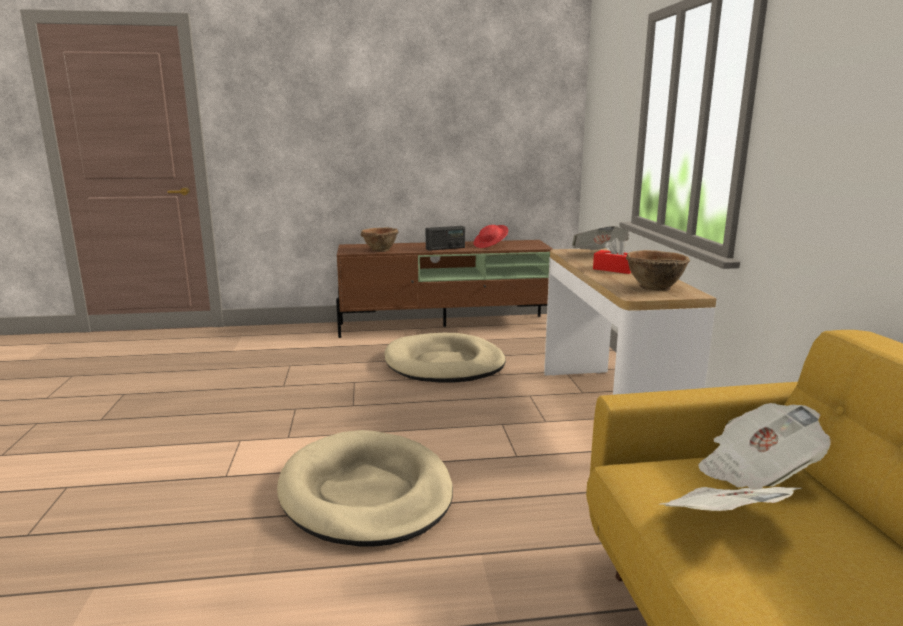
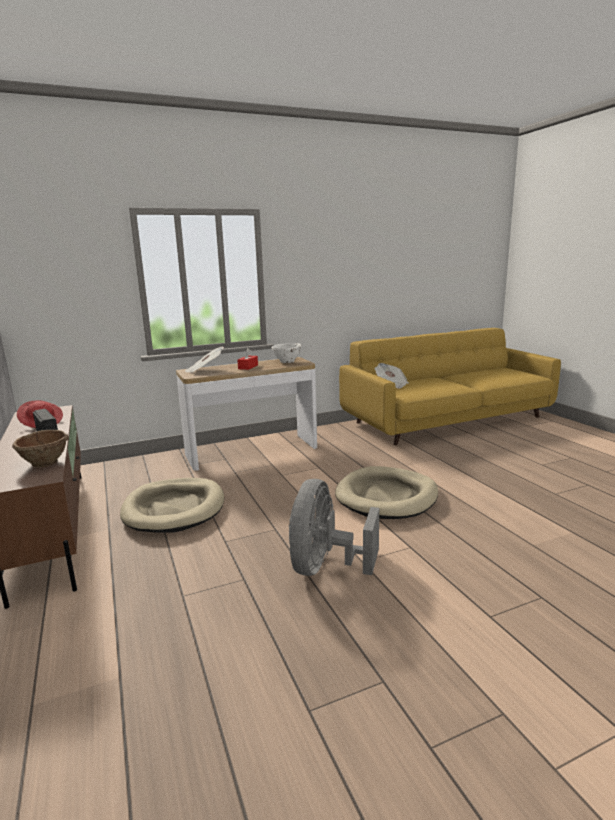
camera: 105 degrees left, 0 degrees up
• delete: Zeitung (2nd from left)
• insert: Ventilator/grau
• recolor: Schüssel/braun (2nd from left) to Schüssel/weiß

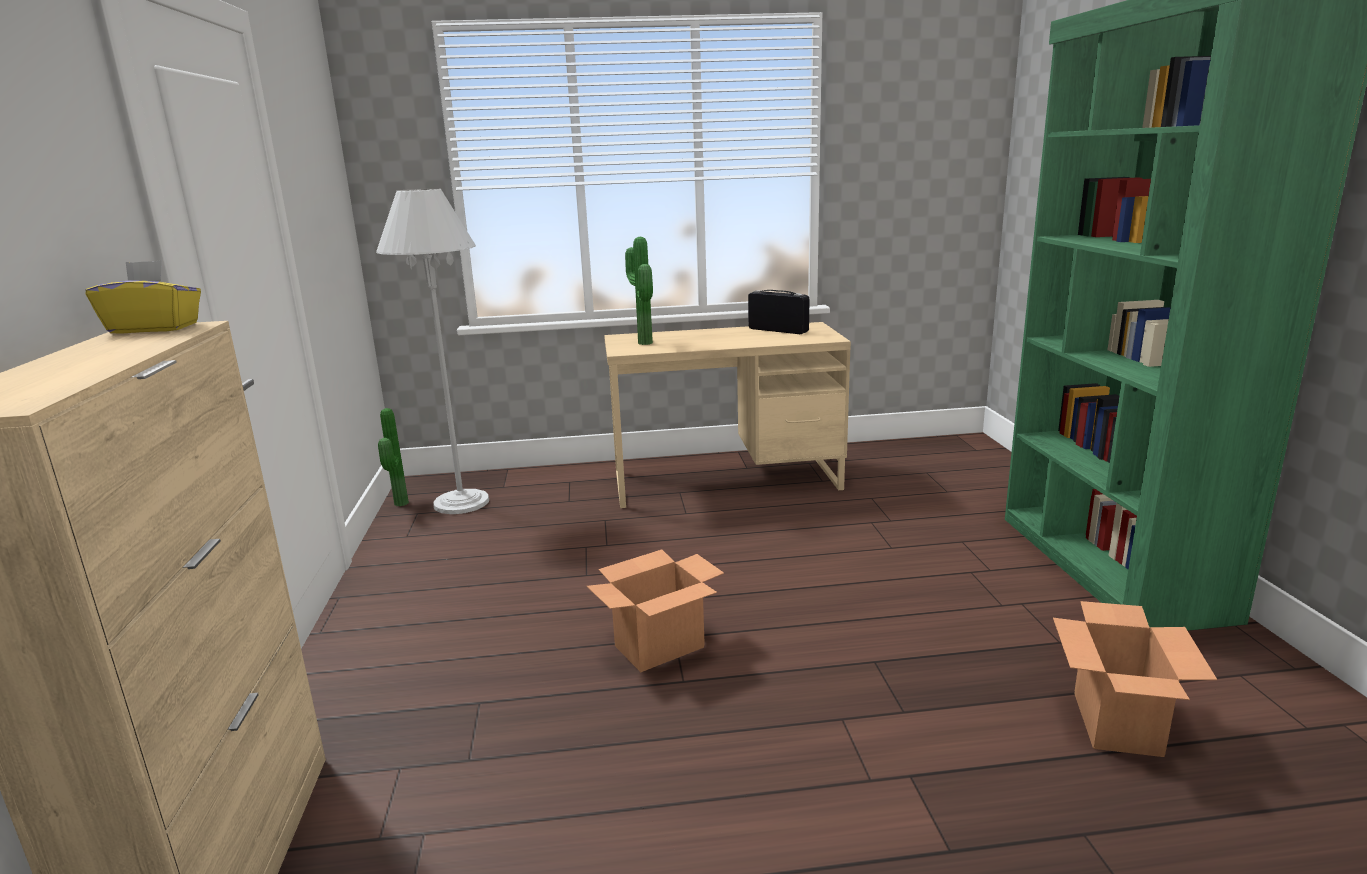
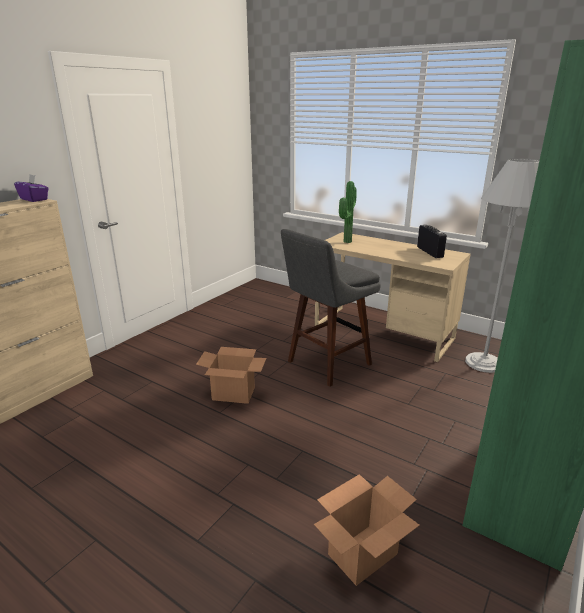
camera: 40 degrees right, 5 degrees up
• delete: Topfpflanze (1st from left)
• insert: Hocker/grau
• move: Stehlampe/weiß
• recolor: Taschentuchbox/gelb to Taschentuchbox/lila

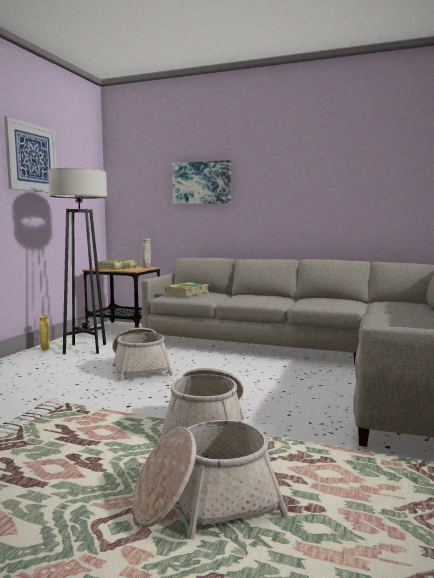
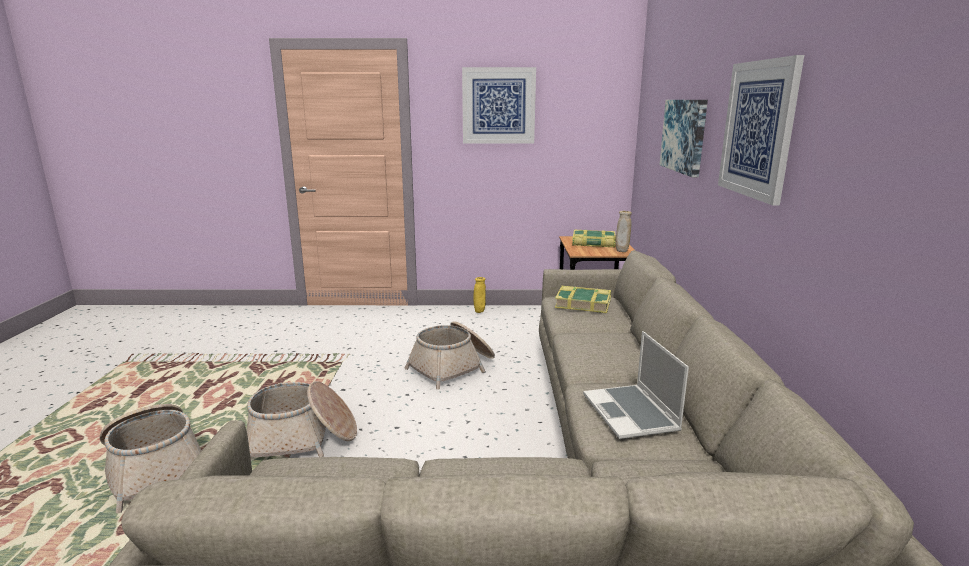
camera: 70 degrees right, 10 degrees up
• delete: Stehlampe/grau
• insert: Laptop
• insert: Bild (3rd from left)

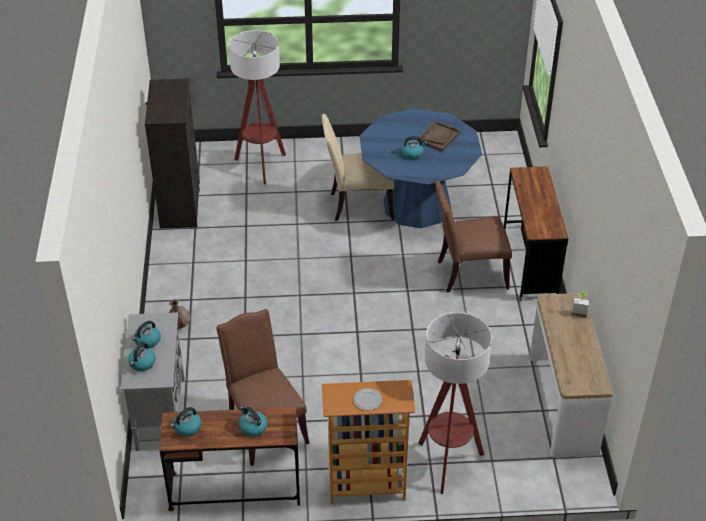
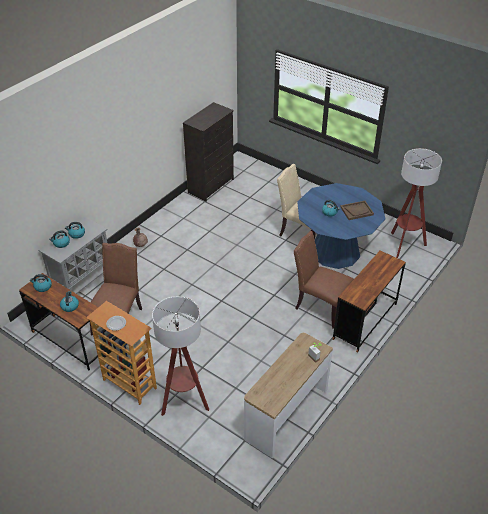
camera: 40 degrees right, 0 degrees up
• move: Stehlampe (1st from left in the first image) to Stehlampe (2nd from left)

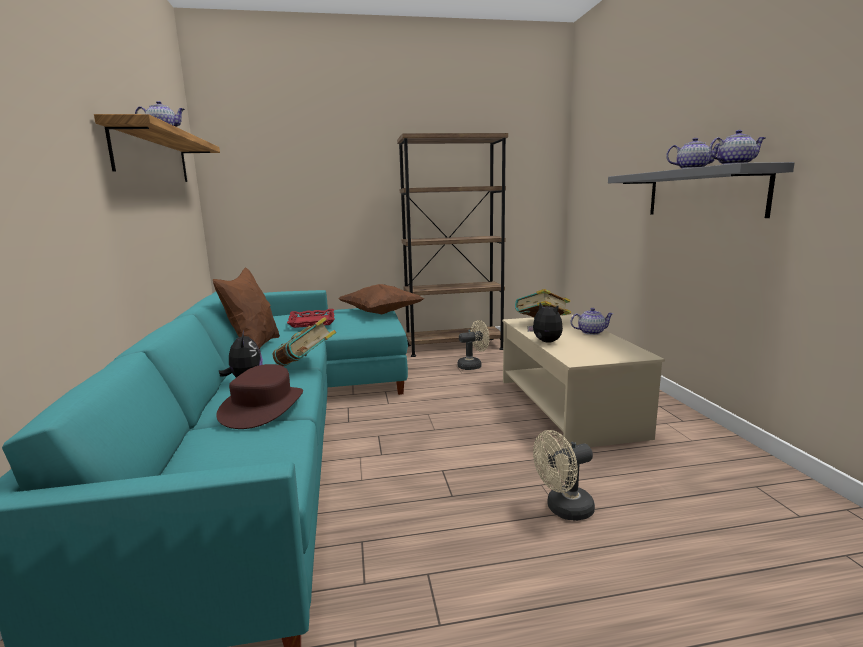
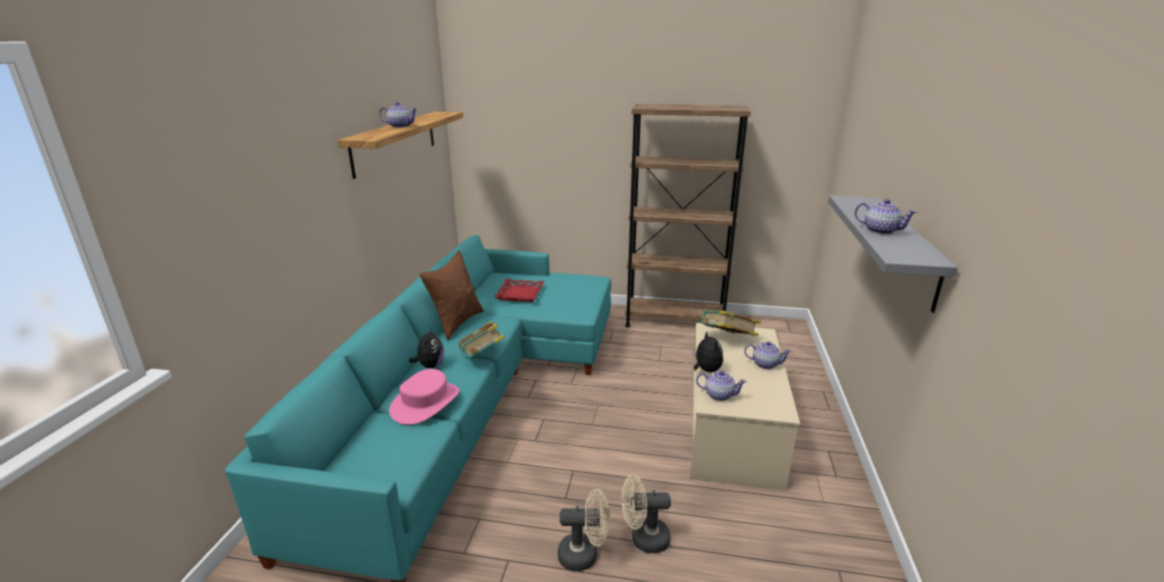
camera: 20 degrees right, 10 degrees up
• delete: Kissen/braun (2nd from left)
• move: Ventilator/beige (1st from left)
• move: Teekanne (4th from left in the first image) to Teekanne (2nd from left)
• recolor: Hut/braun to Hut/rosa

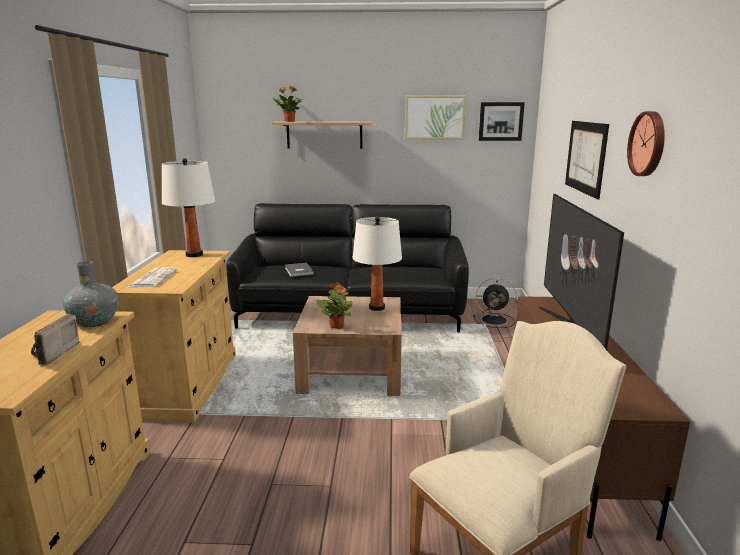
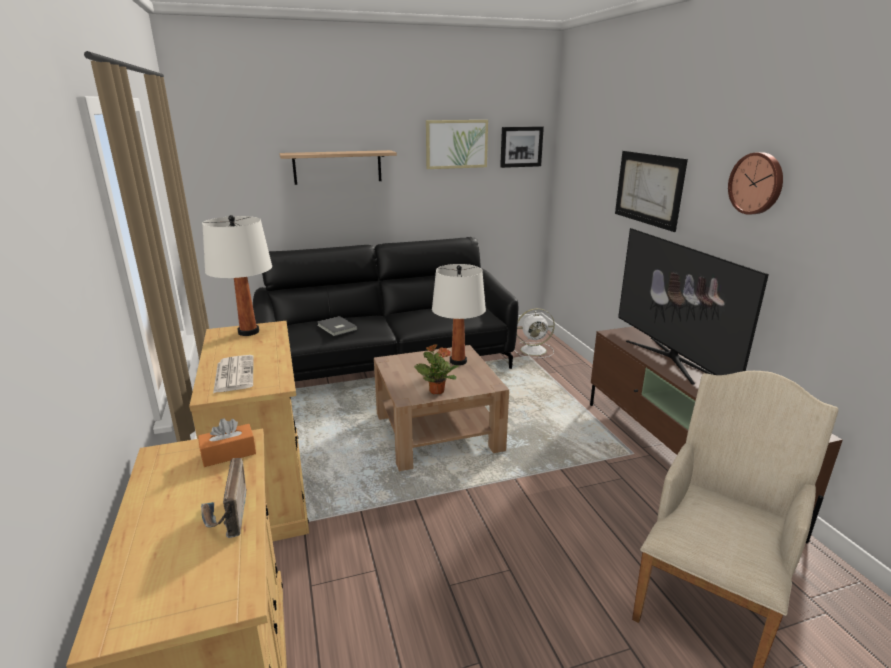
camera: 20 degrees left, 5 degrees up
• delete: Topfpflanze (1st from left)
• replace: Vase/grau to Taschentuchbox/orange
• recolor: Ventilator/schwarz to Ventilator/weiß

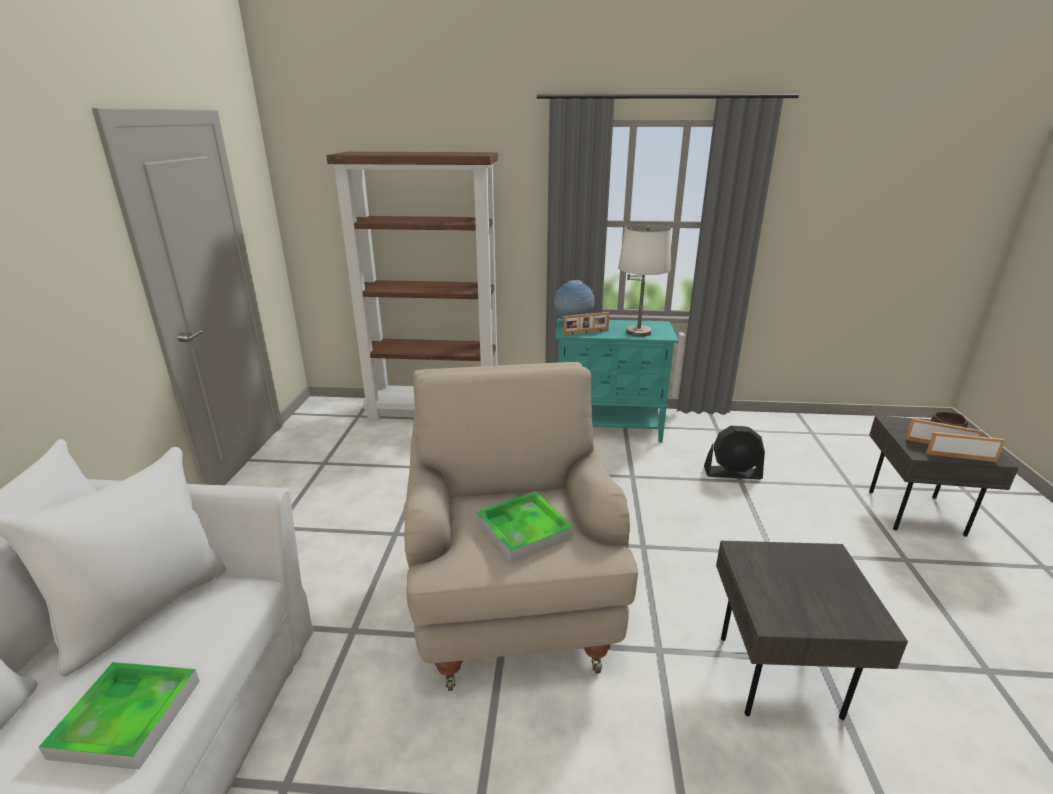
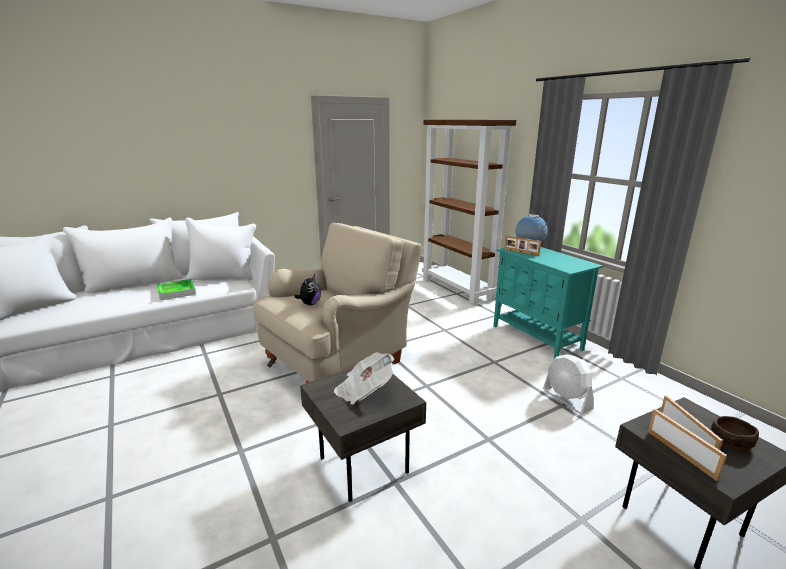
camera: 55 degrees right, 5 degrees down
• delete: Tischlampe/weiß
• insert: Zeitung
• replace: Tablett (2nd from left) to Plüschtier
• recolor: Ventilator/schwarz to Ventilator/weiß

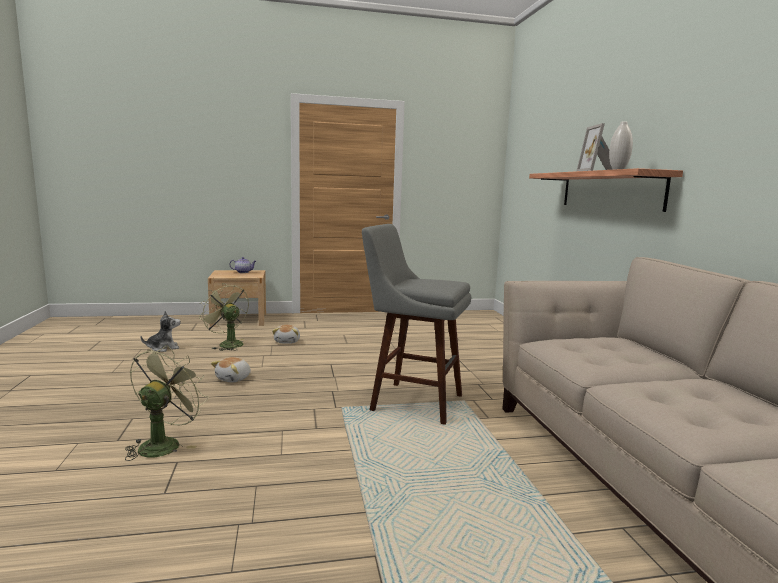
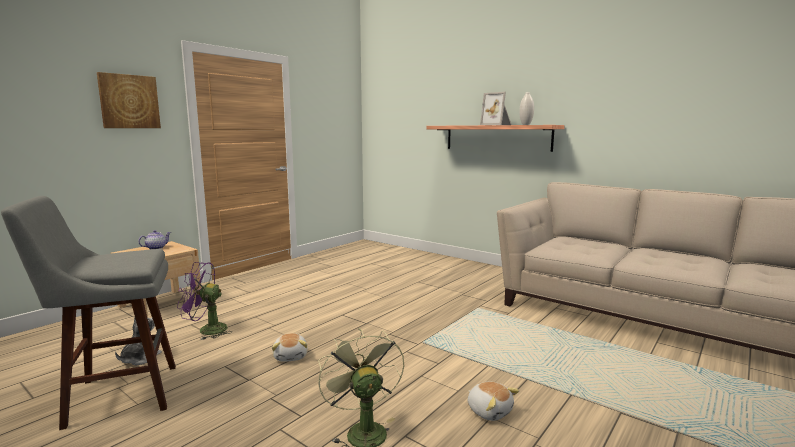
camera: 40 degrees left, 0 degrees up
• insert: Bild
• move: Plüschtier (3rd from left)
• move: Hocker/grau
• recolor: Ventilator/grün (2nd from left) to Ventilator/lila

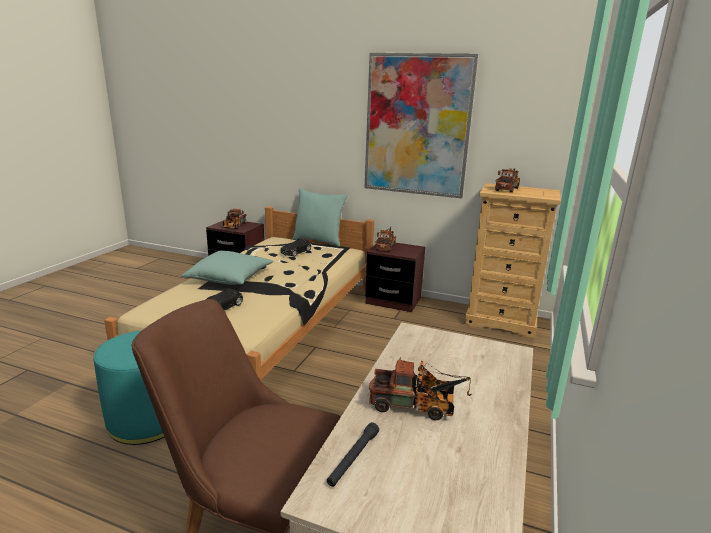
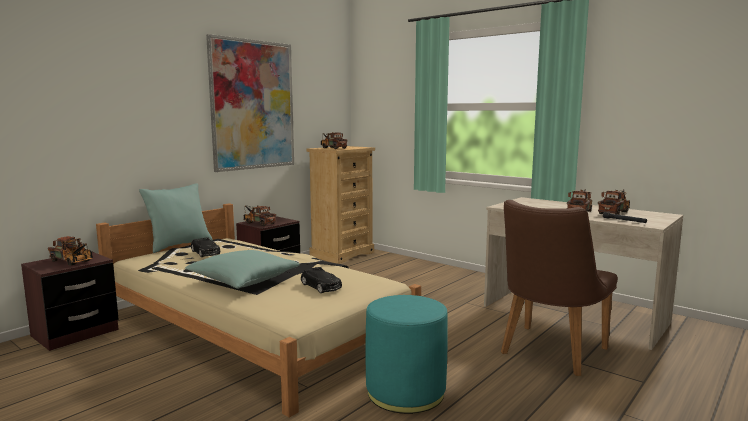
camera: 70 degrees left, 10 degrees down
• insert: Spielzeuglaster (5th from left)

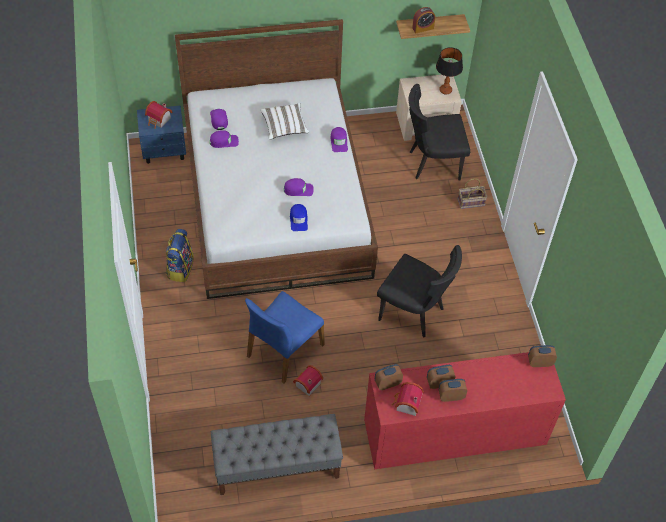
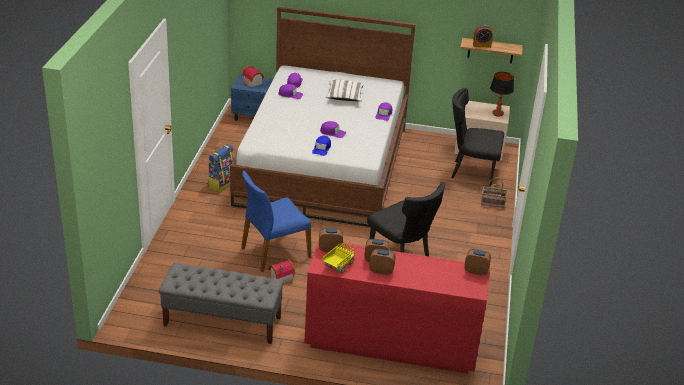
camera: 20 degrees right, 20 degrees down
• replace: Spielzeughaus (3rd from left) to Spielzeuglaster

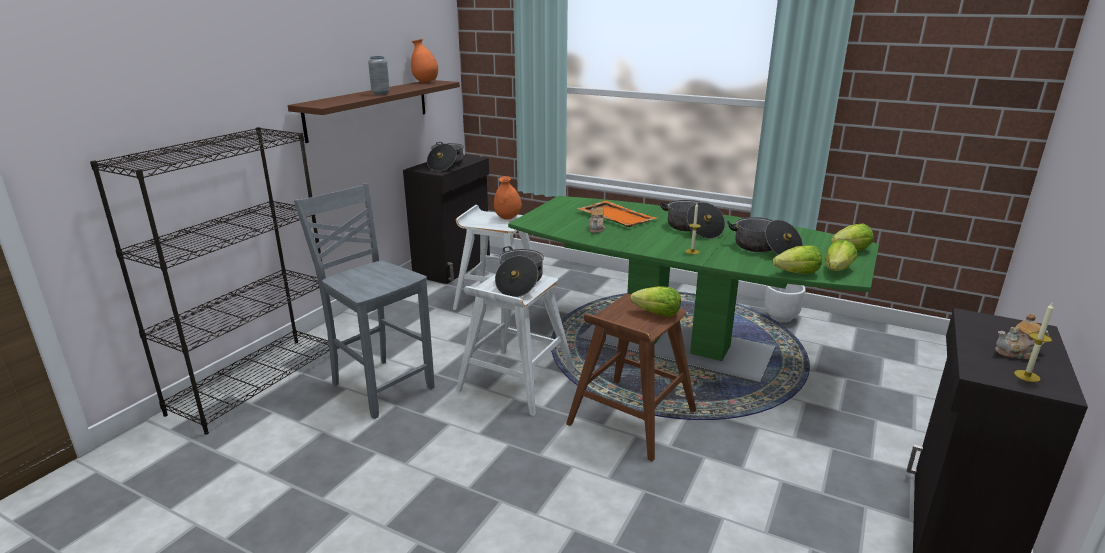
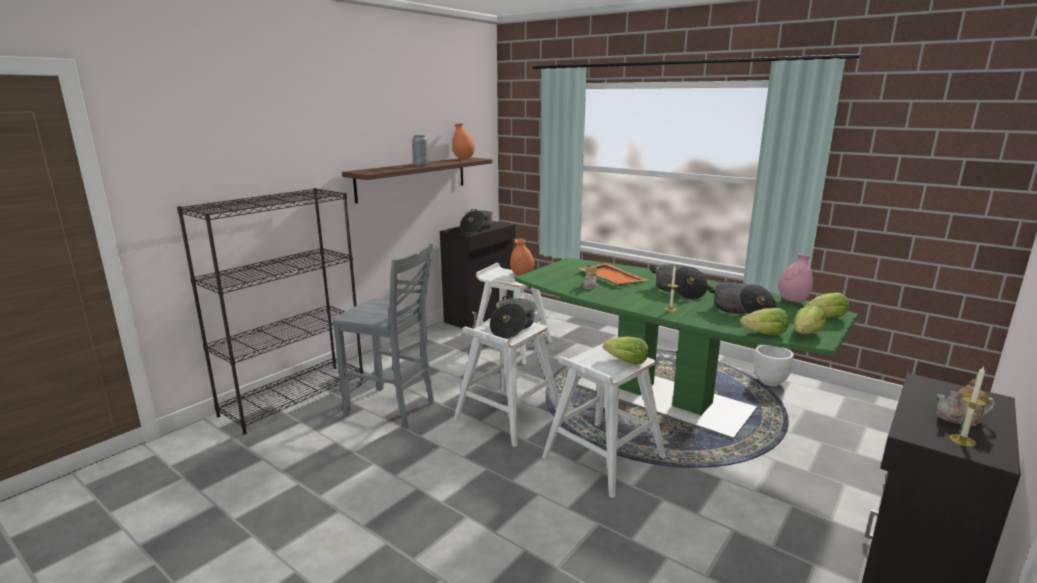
camera: 10 degrees right, 5 degrees down
• insert: Vase/rosa
• recolor: Hocker/braun to Hocker/weiß (3rd from left)
• rotate: Stuhl/grau 150 degrees clockwise

